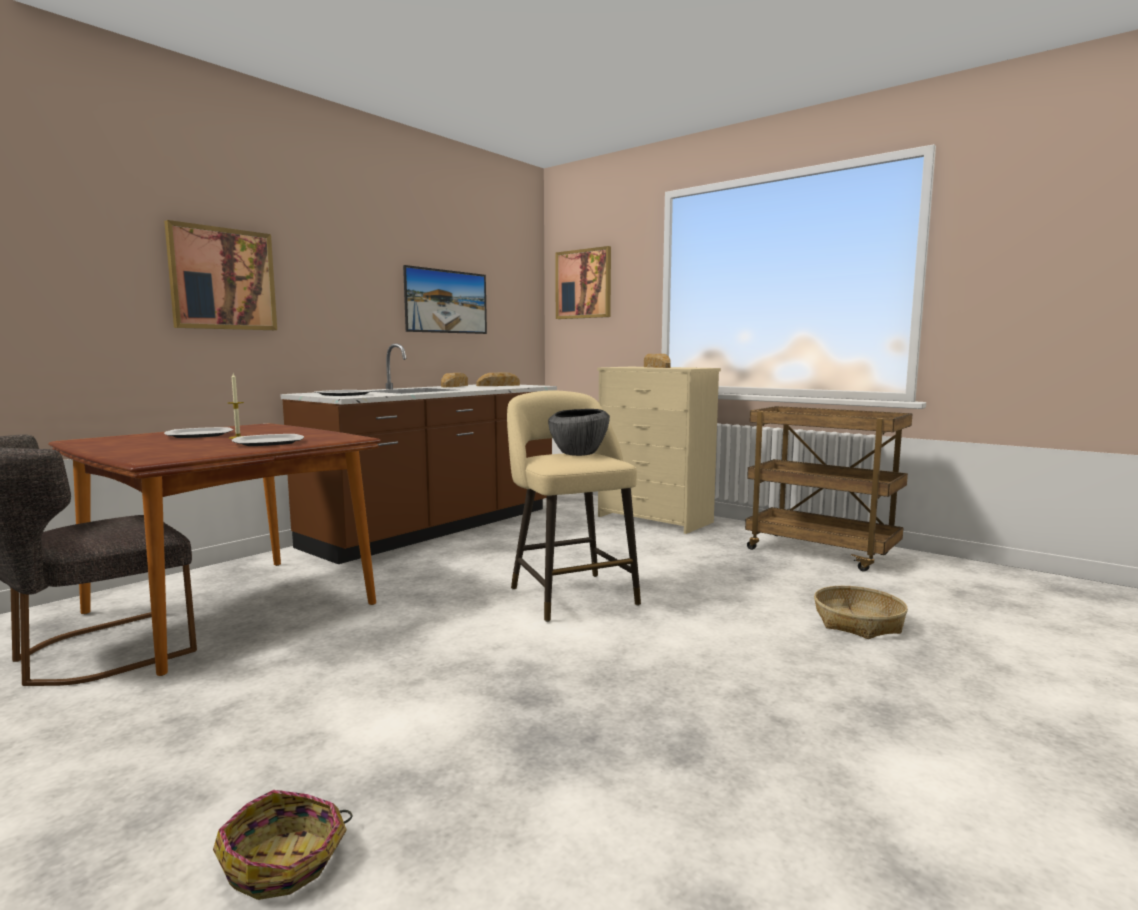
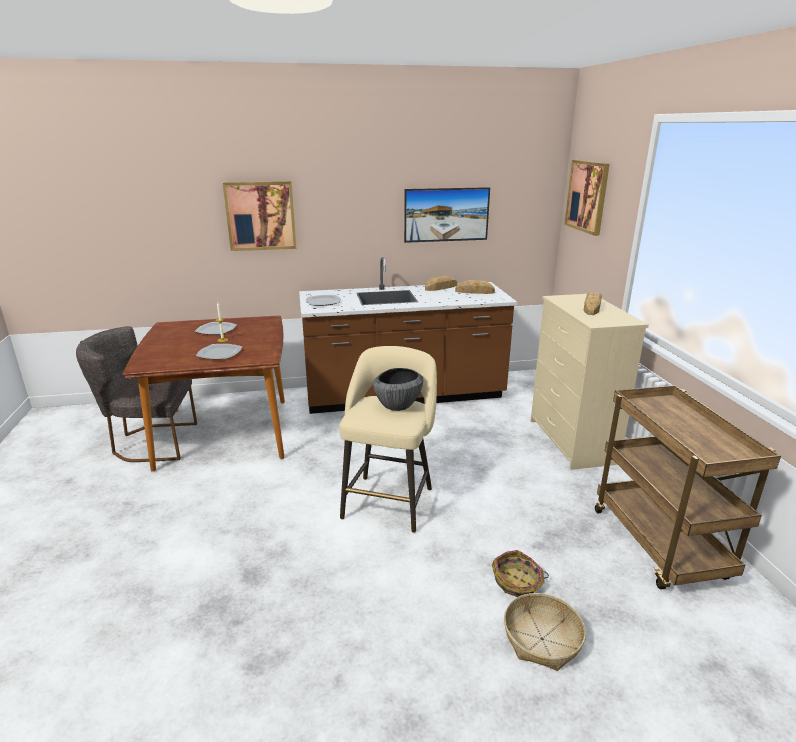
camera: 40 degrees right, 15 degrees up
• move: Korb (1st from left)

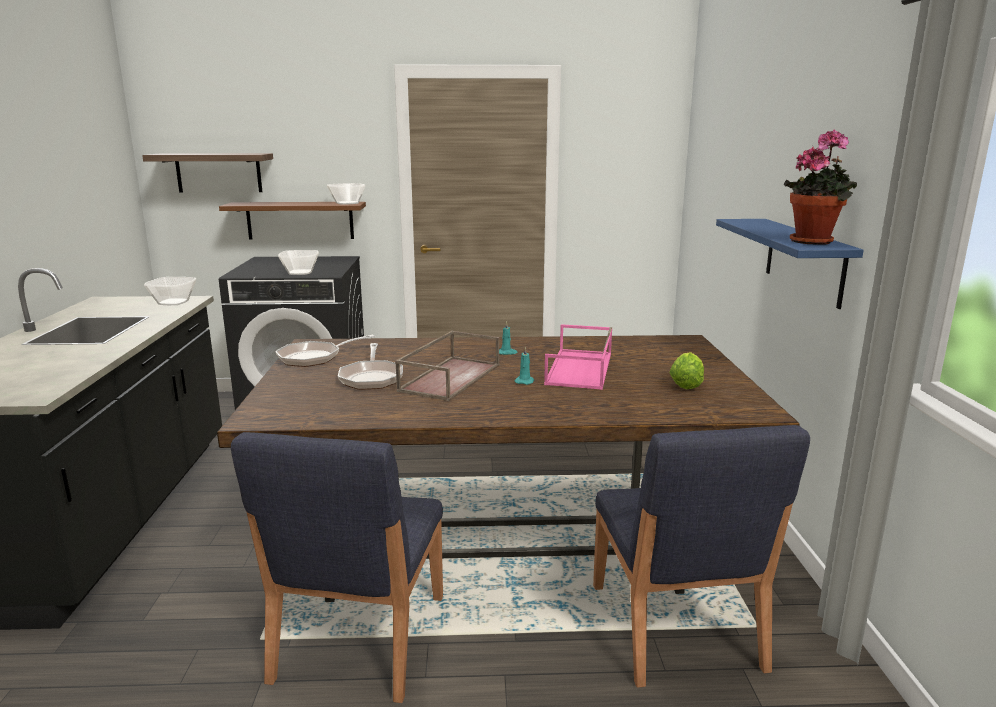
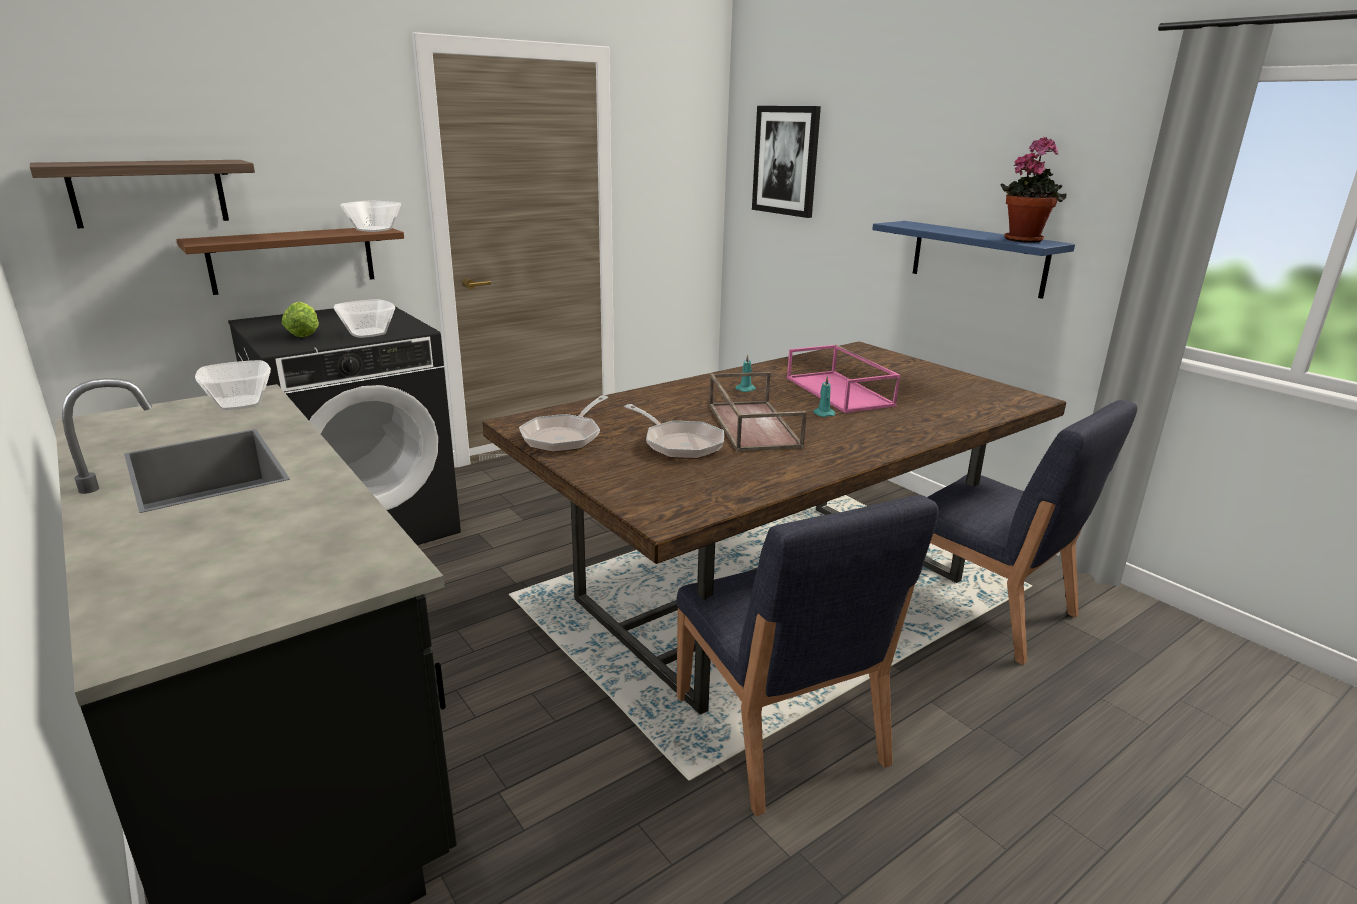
camera: 35 degrees left, 5 degrees up
• insert: Bild
• move: Salatkopf

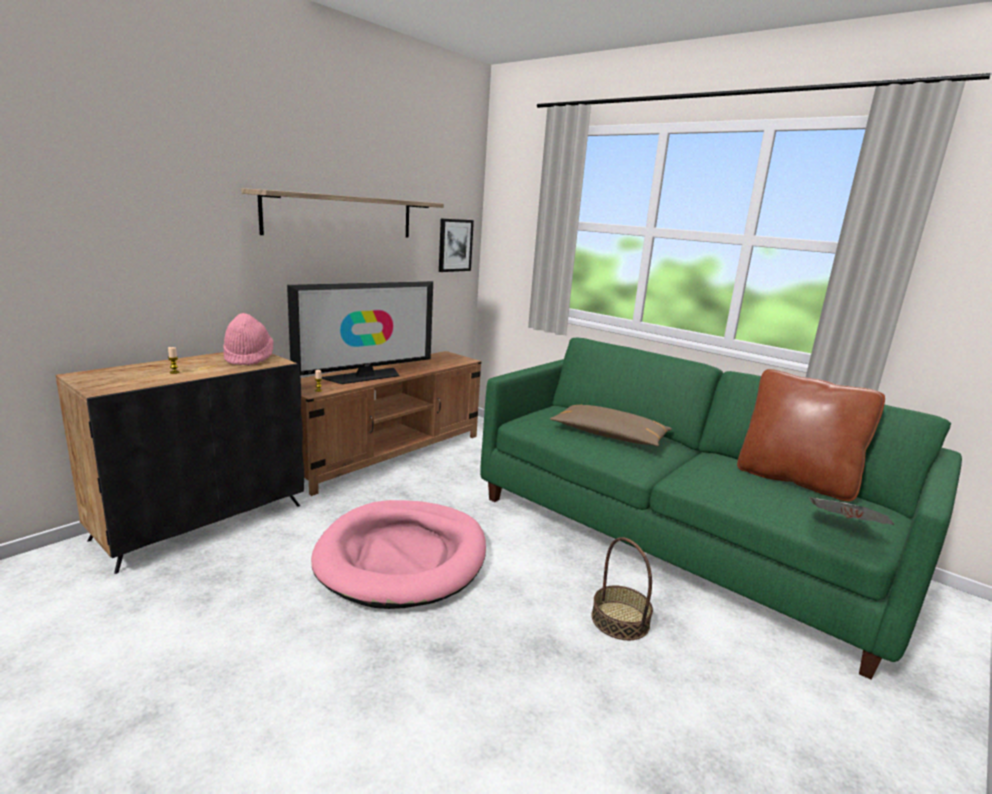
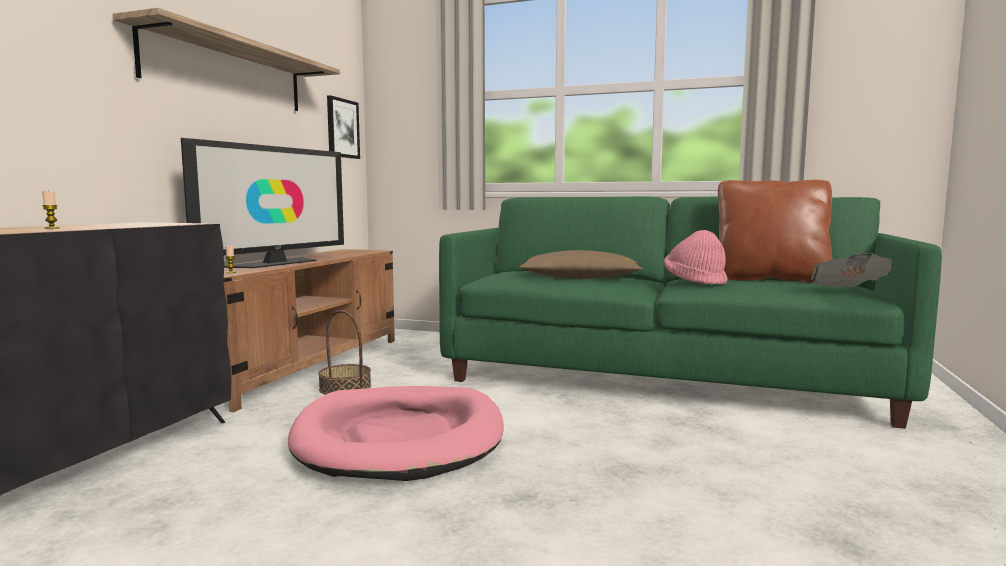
camera: 20 degrees left, 10 degrees down
• move: Hut/rosa
• move: Korb

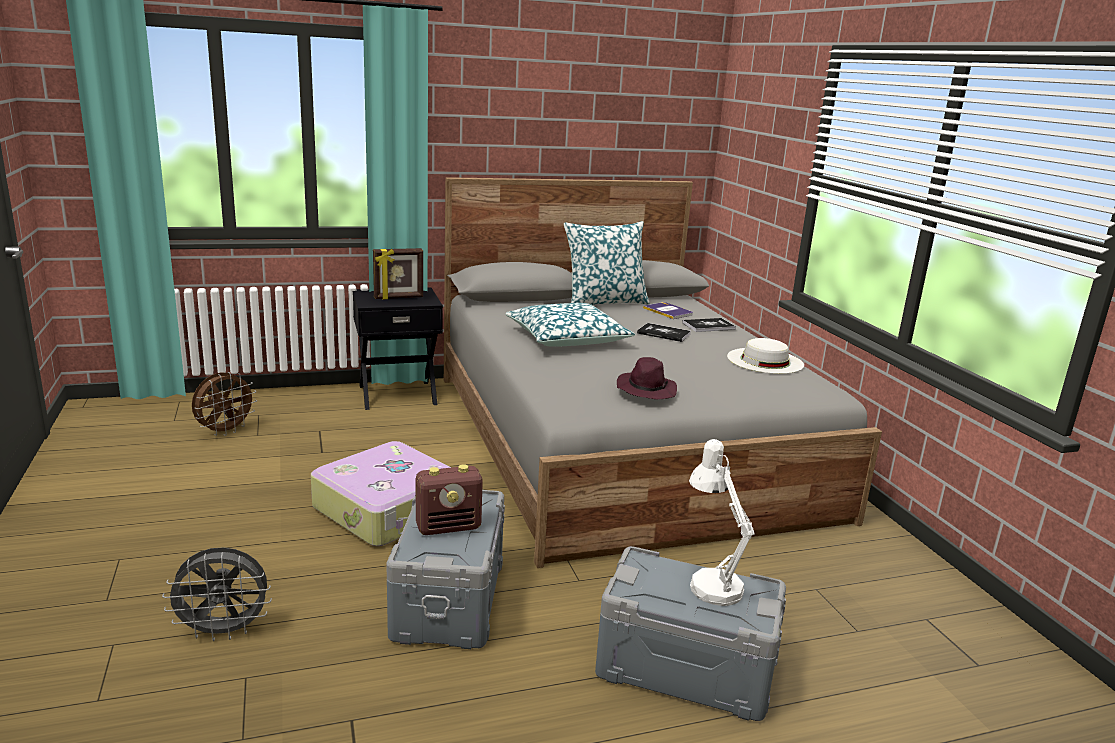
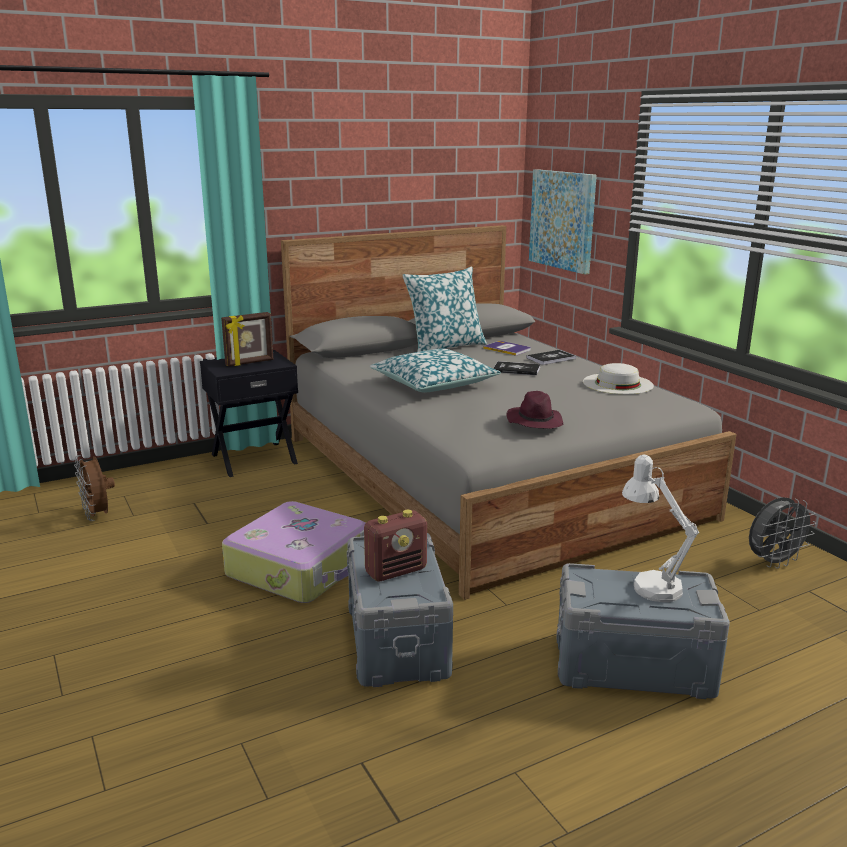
camera: 10 degrees left, 0 degrees up
• insert: Bild
• move: Ventilator/grau
• rotate: Ventilator/braun 120 degrees clockwise

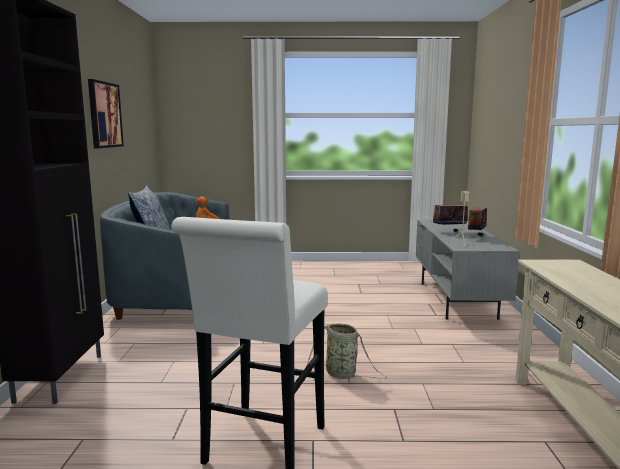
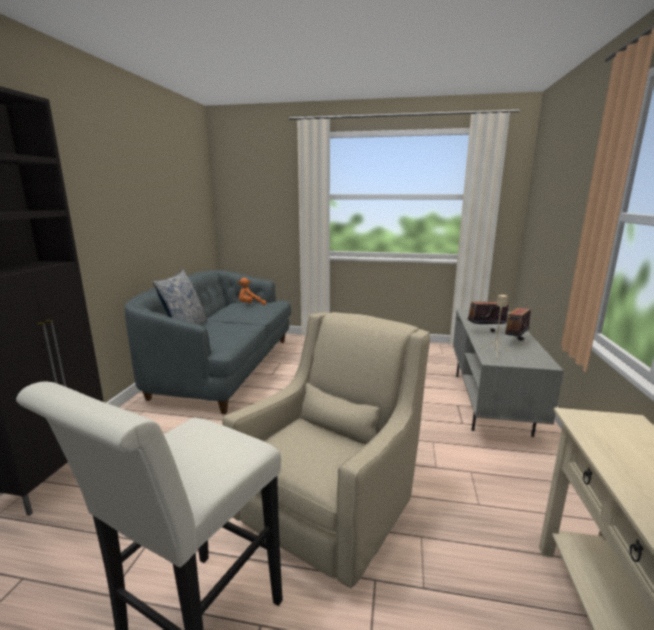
camera: 10 degrees right, 5 degrees up
• delete: Bild
• replace: Korb to Sessel/beige

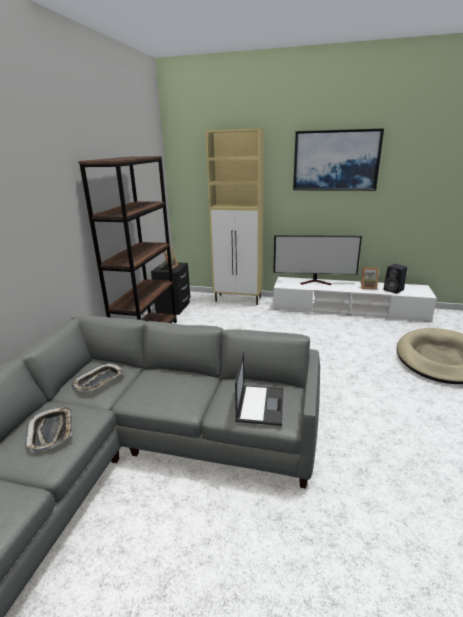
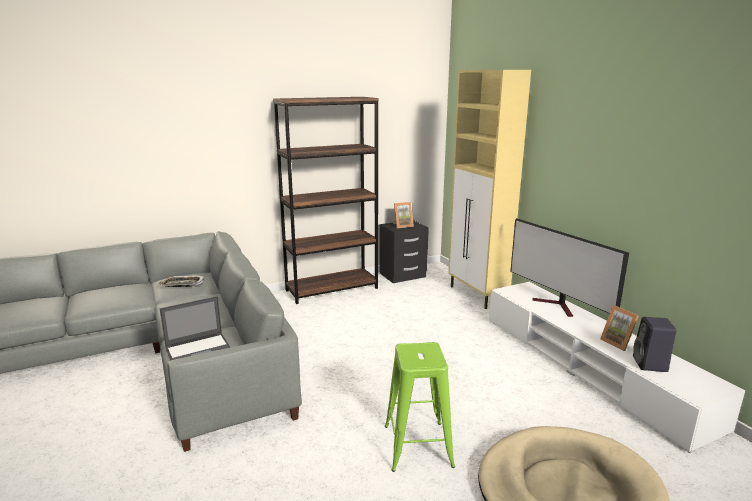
camera: 50 degrees right, 5 degrees down
• delete: Tablett (1st from left)
• delete: Bild
• insert: Hocker/grün

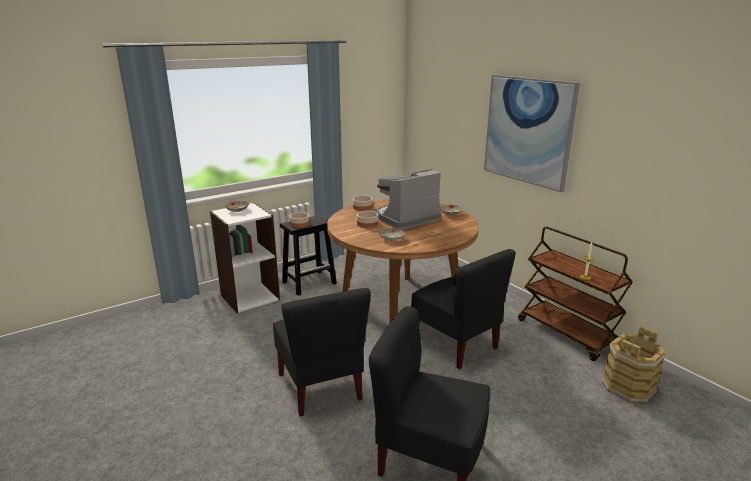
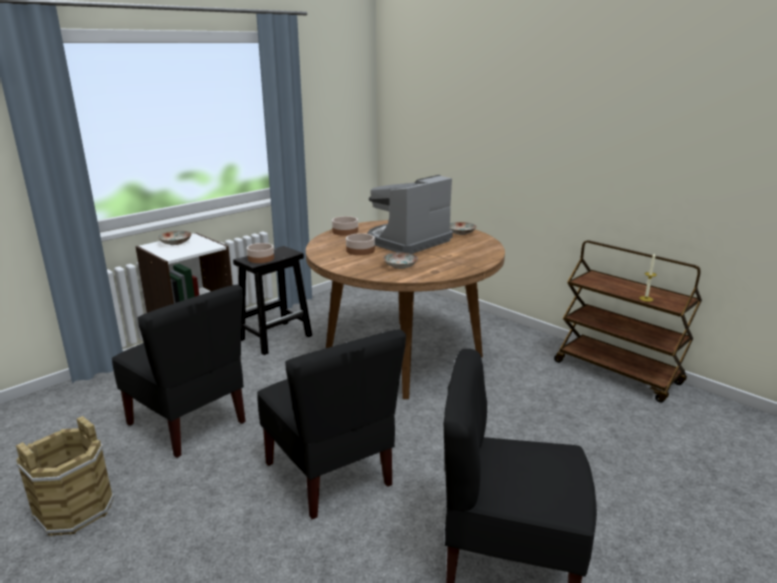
camera: 10 degrees left, 0 degrees up
• delete: Bild
• move: Stuhl/schwarz (3rd from left in the first image) to Stuhl/schwarz (1st from left)
• move: Eimer/braun

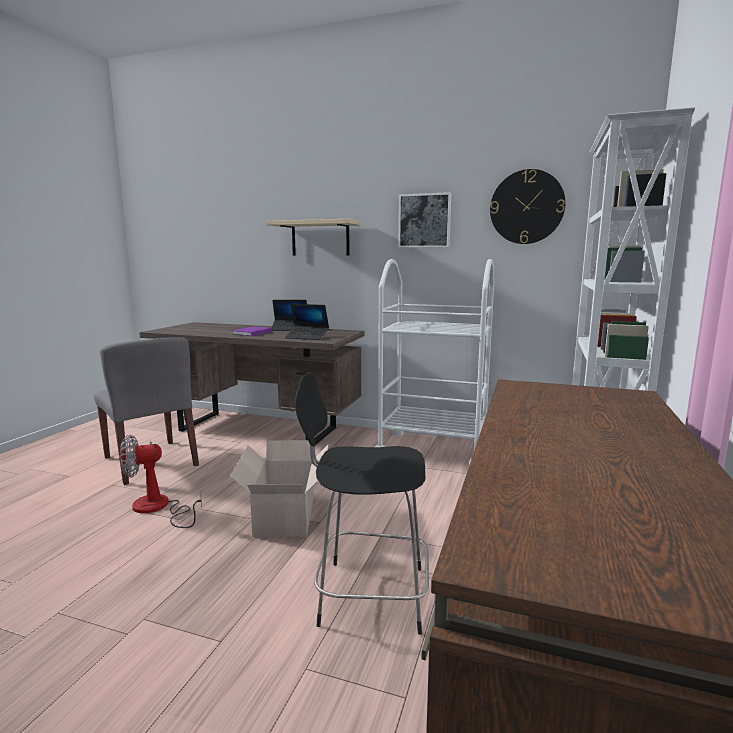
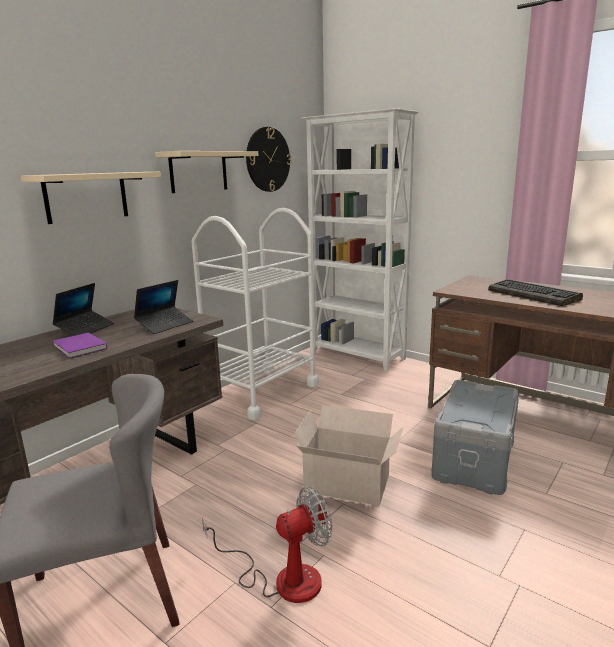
camera: 70 degrees left, 5 degrees up
• insert: Tastatur
• replace: Hocker/schwarz to Aufbewahrungsbox/grau
• replace: Bild to Wandregal/beige (2nd from left)
• rotate: Ventilator 120 degrees counterclockwise

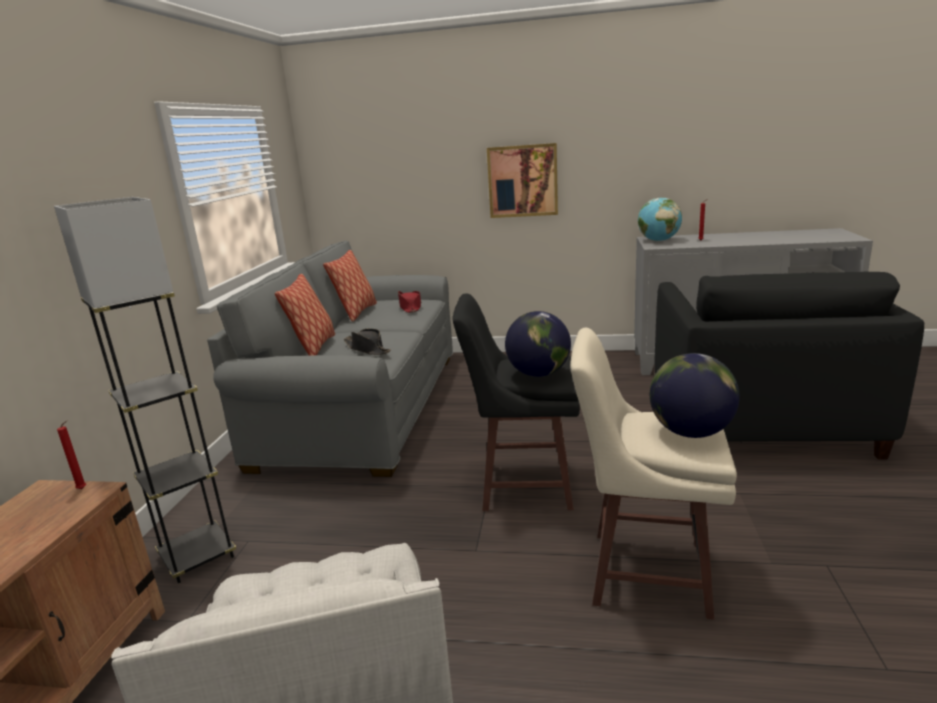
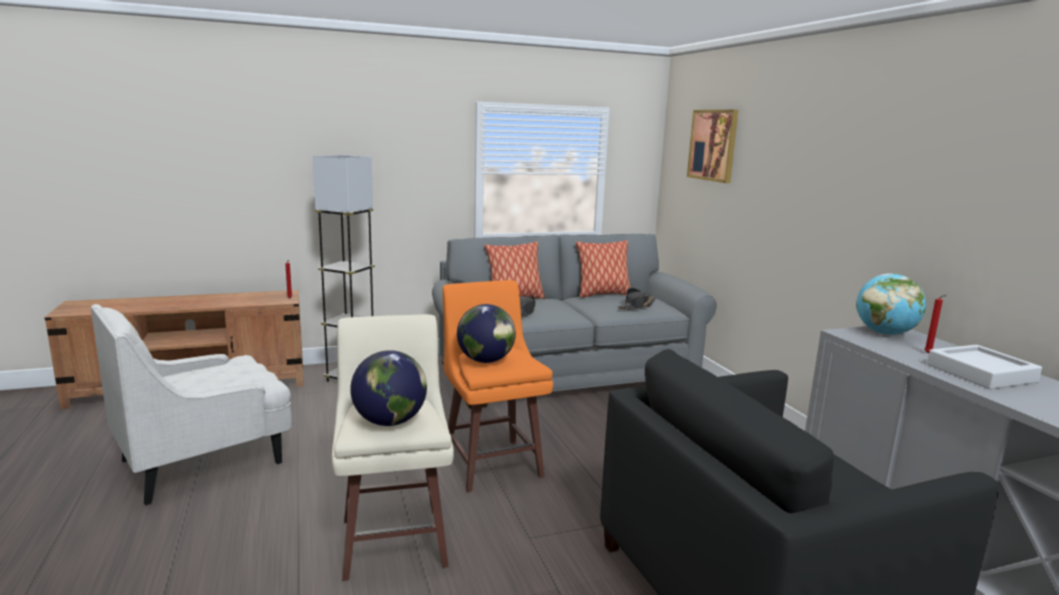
camera: 60 degrees right, 5 degrees down
• insert: Tablett/grau
• move: Bild
• recolor: Hut/rot to Hut/schwarz (2nd from left)
• recolor: Hocker/schwarz to Hocker/orange

